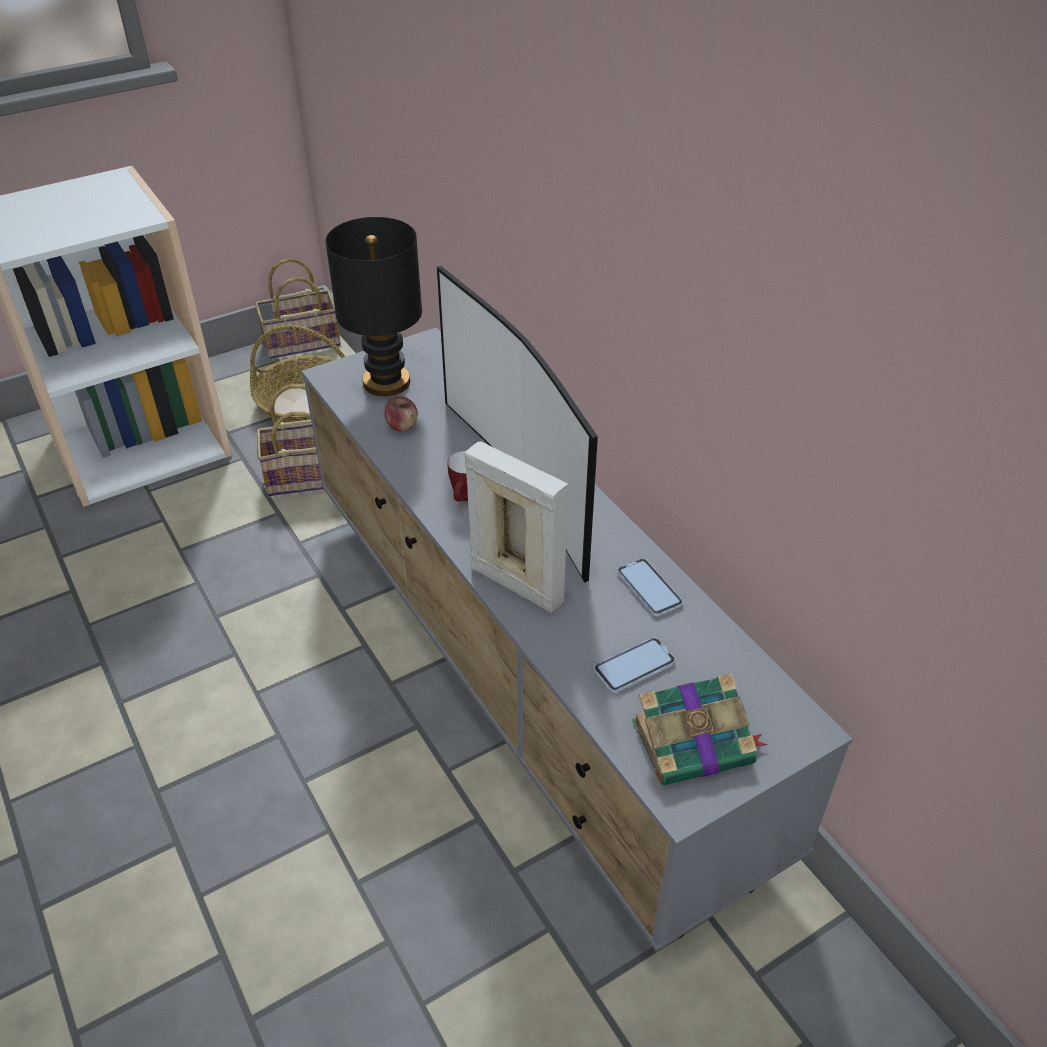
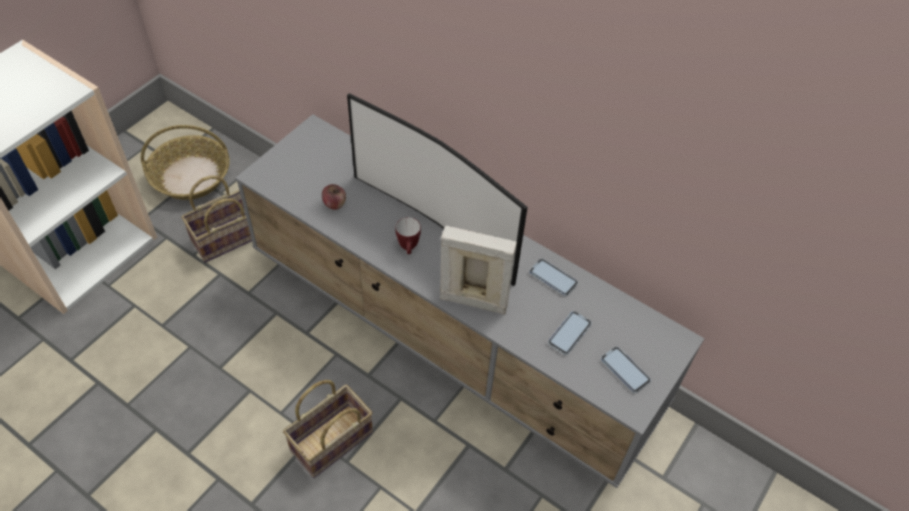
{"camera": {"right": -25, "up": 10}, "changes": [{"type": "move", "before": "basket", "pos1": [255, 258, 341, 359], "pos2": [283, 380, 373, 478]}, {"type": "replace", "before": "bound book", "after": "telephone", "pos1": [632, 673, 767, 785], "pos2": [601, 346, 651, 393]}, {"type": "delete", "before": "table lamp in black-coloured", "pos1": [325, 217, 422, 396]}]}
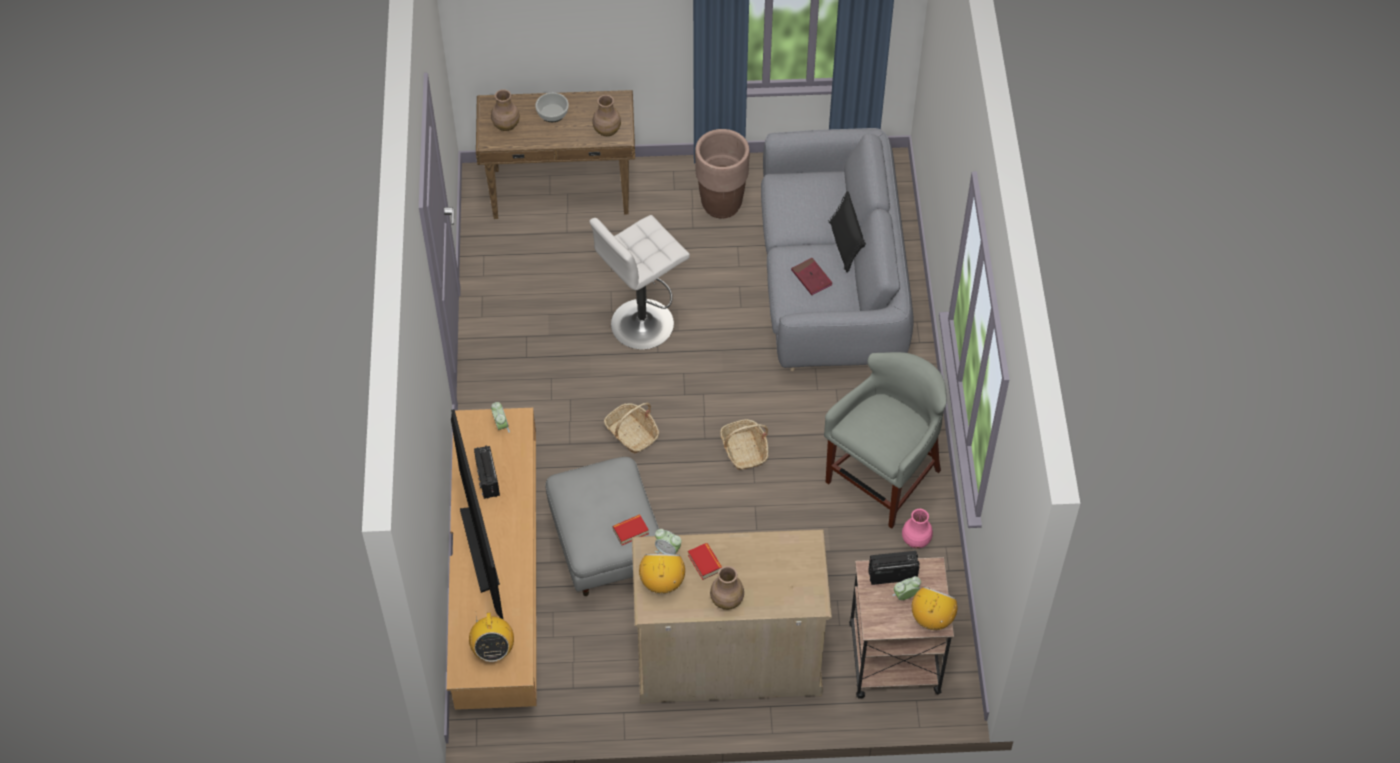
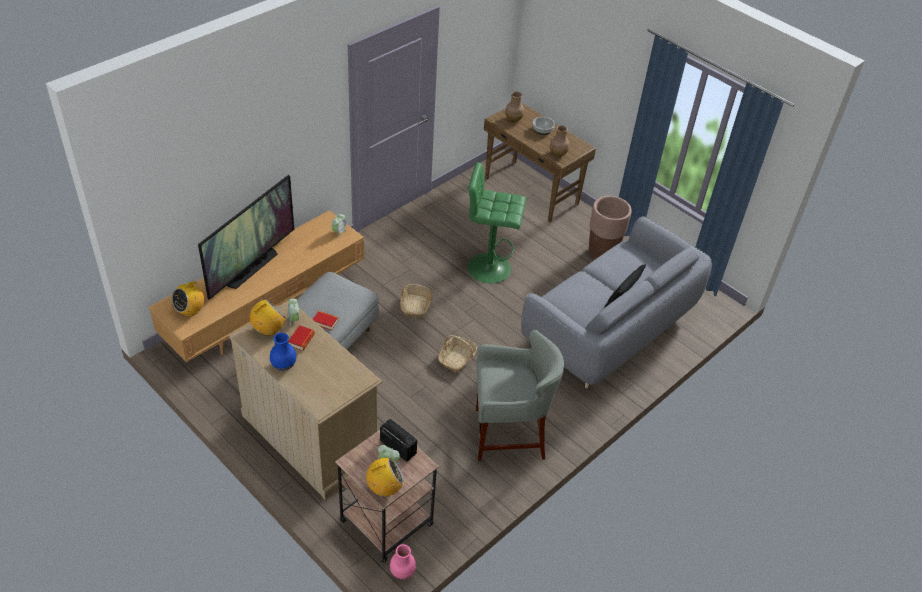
{"camera": {"right": 45, "up": -10}, "changes": [{"type": "recolor", "before": "vase in brownish", "after": "vase in bluish", "pos1": [710, 566, 744, 610], "pos2": [270, 333, 297, 371]}, {"type": "move", "before": "vase in pink-coloured", "pos1": [902, 509, 933, 549], "pos2": [390, 544, 416, 579]}, {"type": "recolor", "before": "sitting stool in white-coloured", "after": "sitting stool in green", "pos1": [589, 215, 690, 349], "pos2": [468, 162, 526, 283]}, {"type": "delete", "before": "radio set", "pos1": [474, 446, 500, 499]}, {"type": "delete", "before": "bound book in red", "pos1": [791, 258, 833, 295]}]}
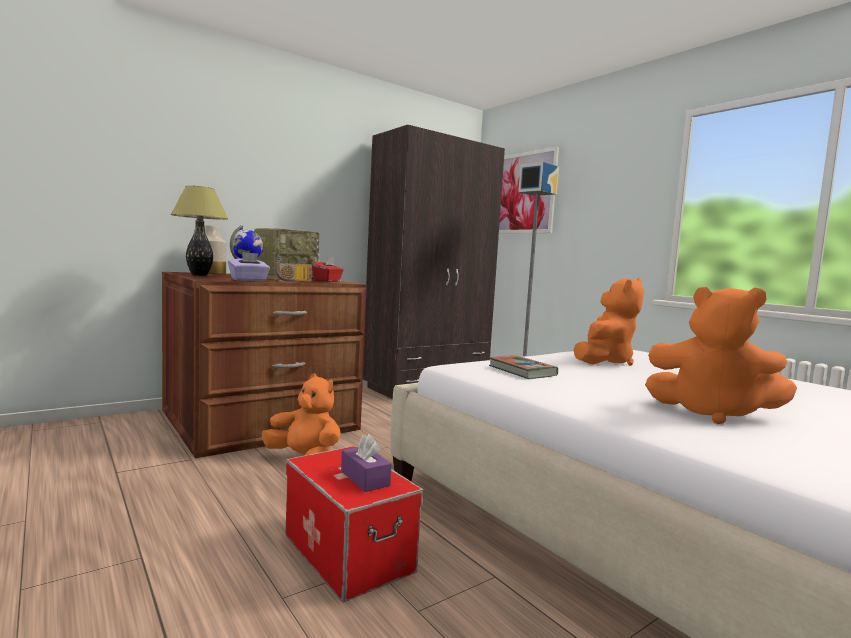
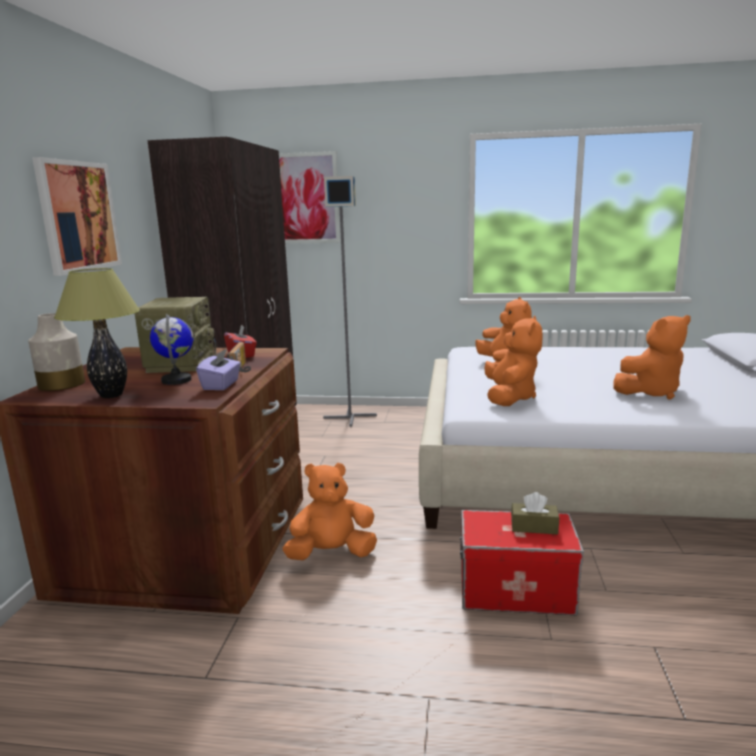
{"camera": {"right": -45, "up": 10}, "changes": [{"type": "insert", "after": "wall art", "pos2": [32, 157, 122, 276]}, {"type": "replace", "before": "bound book", "after": "cuddly toy in orangey", "pos1": [489, 356, 558, 379], "pos2": [484, 316, 543, 406]}, {"type": "recolor", "before": "tissue box in purplish", "after": "tissue box in brownish", "pos1": [341, 434, 391, 492], "pos2": [511, 492, 559, 535]}]}
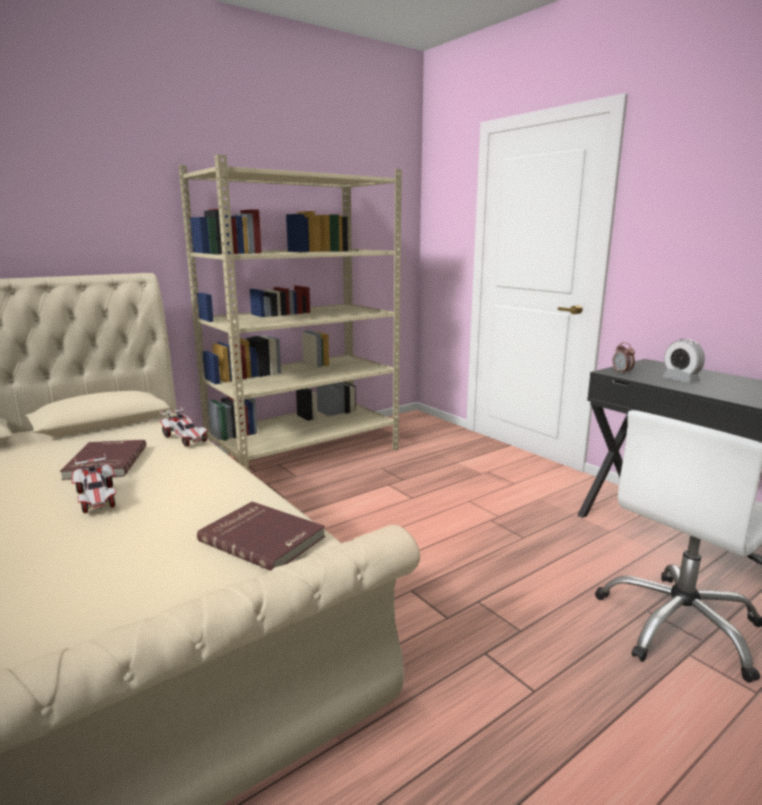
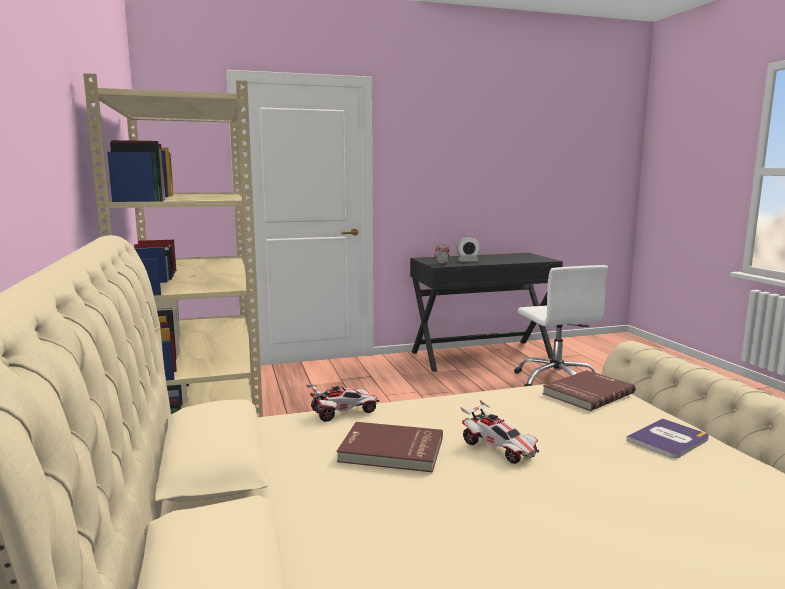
{"camera": {"right": -70, "up": -5}, "changes": [{"type": "rotate", "before": "toy car", "pos1": [72, 453, 116, 513], "pos2": [461, 400, 539, 464], "turn": 60}, {"type": "insert", "after": "bound book", "pos2": [626, 418, 709, 458]}]}
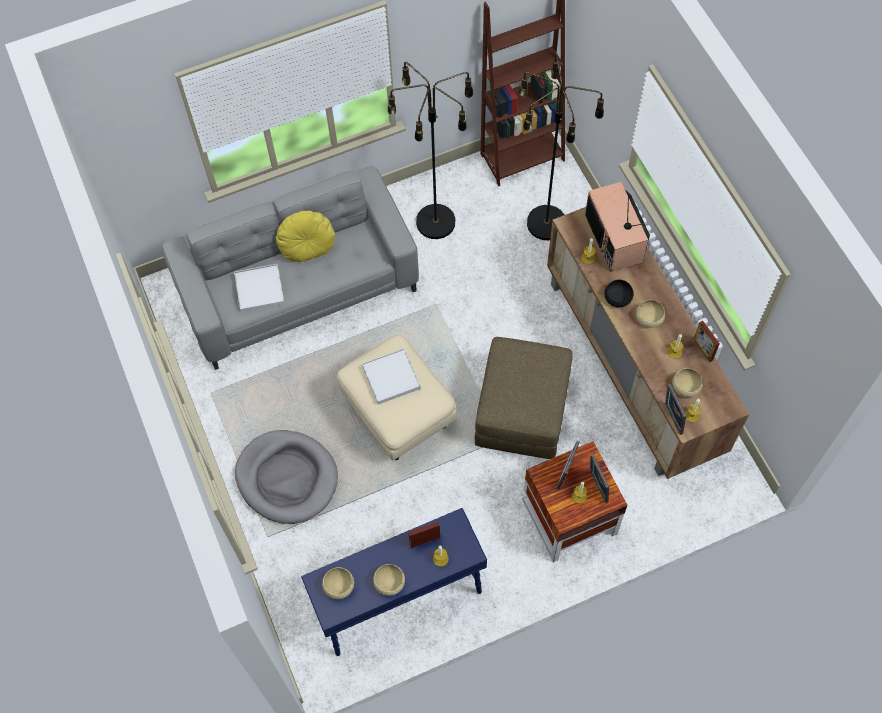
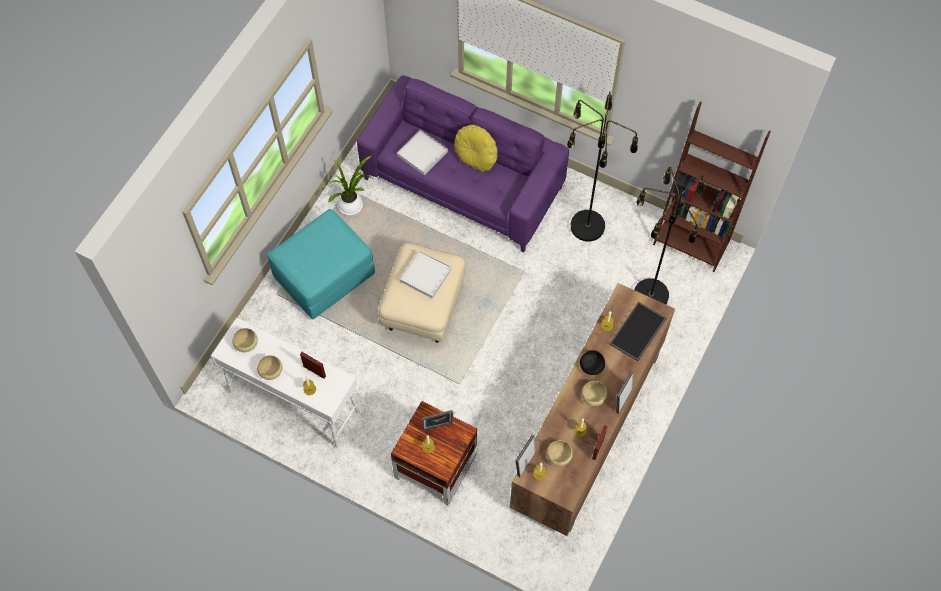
{"camera": {"right": 50, "up": 0}, "changes": [{"type": "recolor", "before": "narrow table in bluish", "after": "narrow table in white-coloured", "pos1": [301, 508, 487, 656], "pos2": [211, 318, 360, 448]}, {"type": "replace", "before": "pet bed in greyish", "after": "footrest in turquoise-coloured", "pos1": [235, 430, 338, 524], "pos2": [268, 209, 375, 319]}, {"type": "insert", "after": "potted plant", "pos2": [328, 156, 372, 215]}, {"type": "recolor", "before": "couch in greyish", "after": "couch in purplish", "pos1": [162, 166, 419, 370], "pos2": [357, 75, 569, 253]}, {"type": "replace", "before": "TV set", "after": "carrying tray", "pos1": [585, 182, 650, 272], "pos2": [609, 302, 667, 361]}, {"type": "move", "before": "photo frame", "pos1": [590, 454, 609, 503], "pos2": [616, 370, 634, 414]}, {"type": "delete", "before": "footrest in brownish", "pos1": [475, 337, 573, 459]}]}
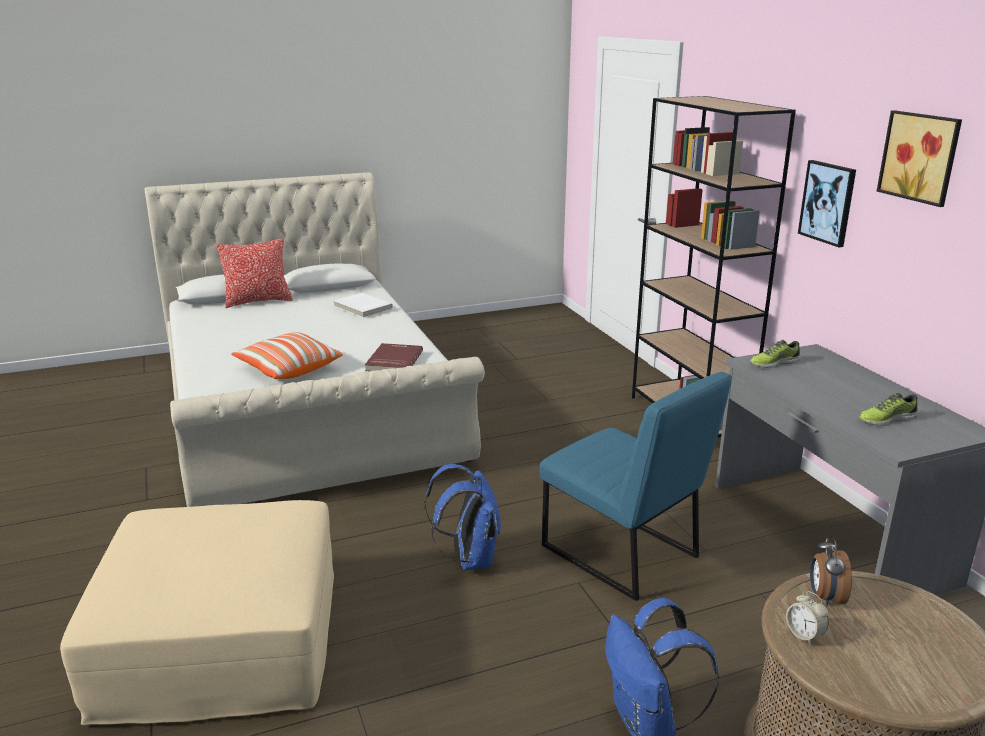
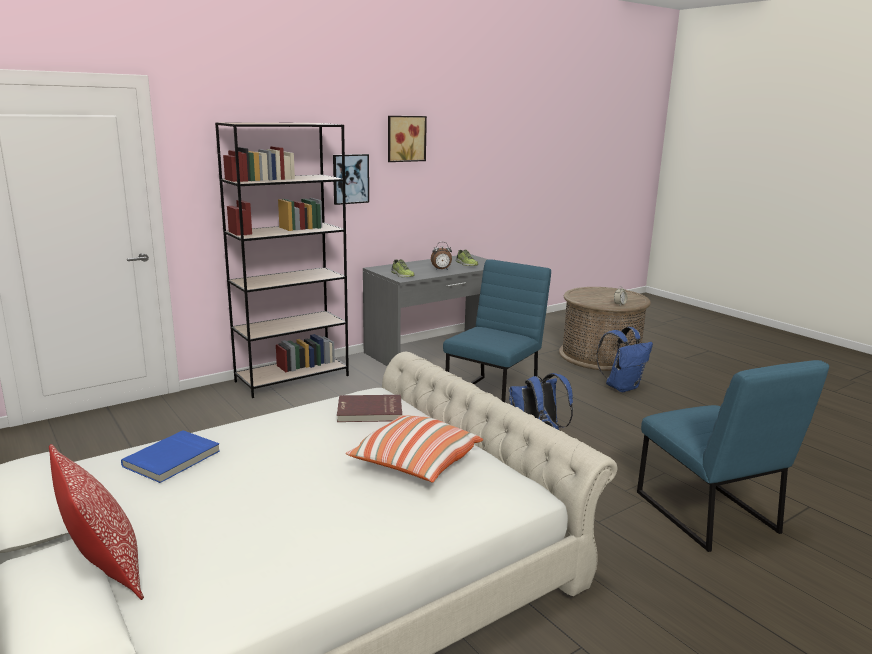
{"camera": {"right": -105, "up": -5}, "changes": [{"type": "recolor", "before": "bound book in white-coloured", "after": "bound book in bluish", "pos1": [333, 293, 393, 318], "pos2": [121, 430, 220, 483]}, {"type": "move", "before": "table clock", "pos1": [810, 536, 852, 606], "pos2": [431, 242, 452, 270]}, {"type": "replace", "before": "footrest in beige-coloured", "after": "upright chair in bluish", "pos1": [60, 500, 334, 725], "pos2": [637, 360, 829, 552]}]}
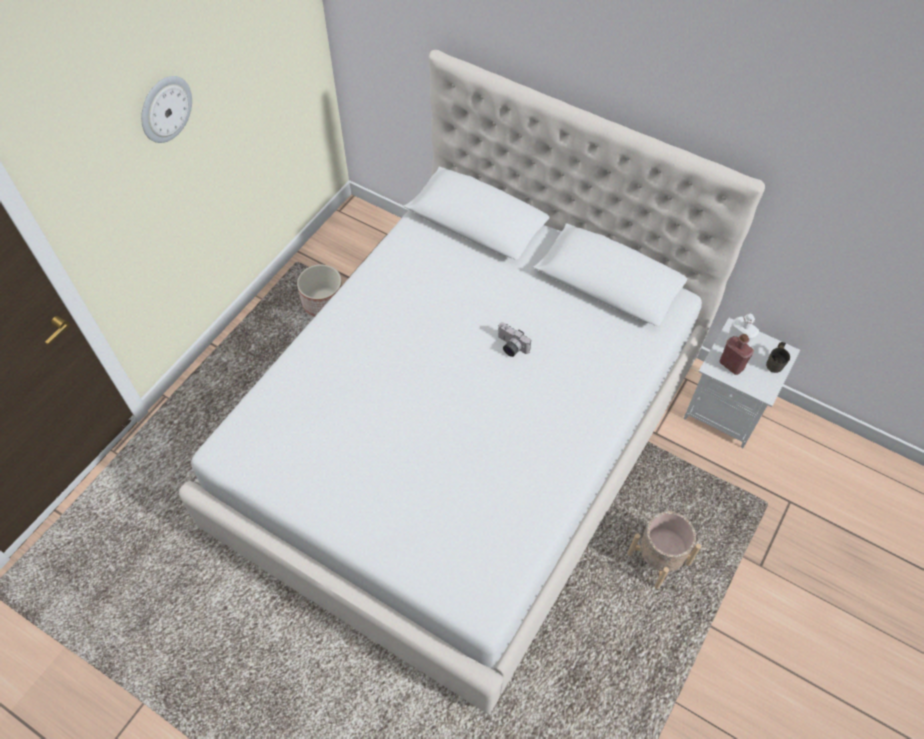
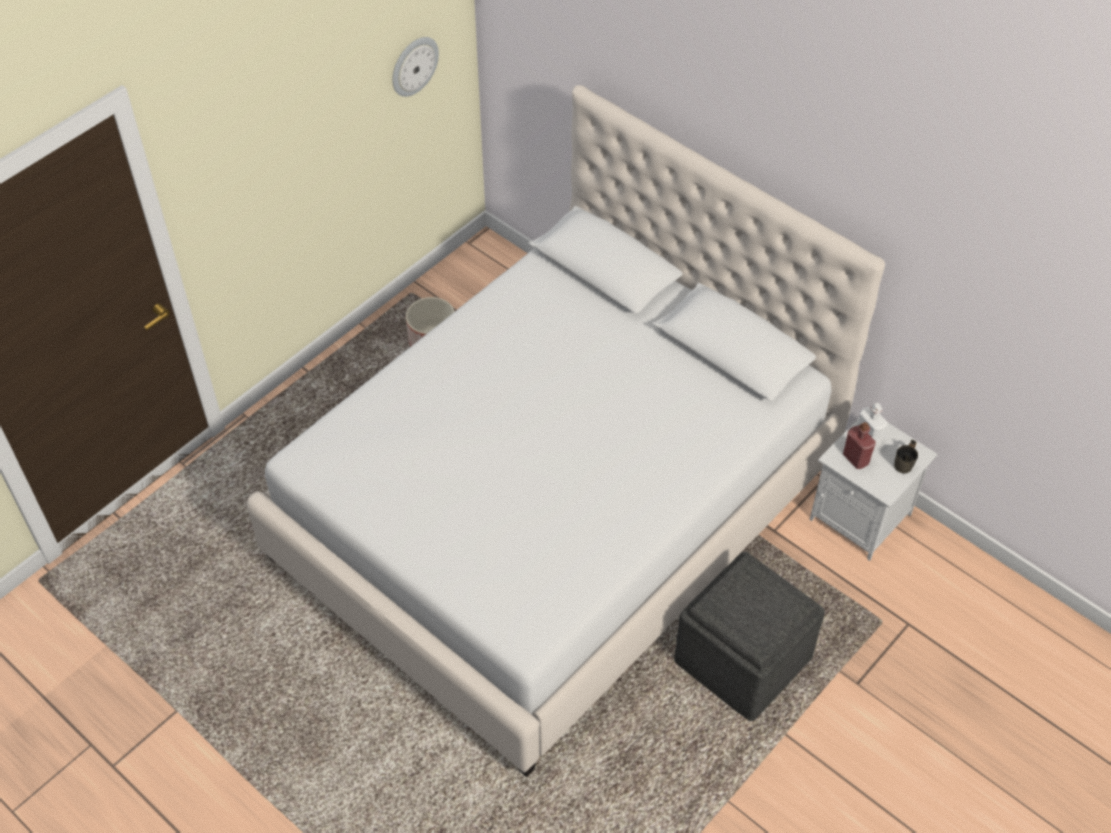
{"camera": {"right": 10, "up": -5}, "changes": [{"type": "move", "before": "wall clock", "pos1": [141, 76, 192, 143], "pos2": [392, 37, 439, 97]}, {"type": "replace", "before": "flower pot in beige-coloured", "after": "footrest in greyish", "pos1": [627, 511, 701, 589], "pos2": [674, 551, 825, 721]}, {"type": "delete", "before": "photo camera", "pos1": [498, 322, 531, 357]}]}
